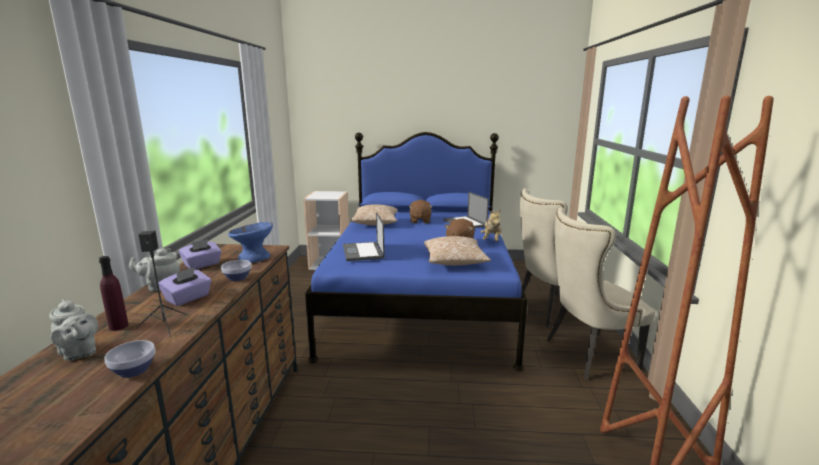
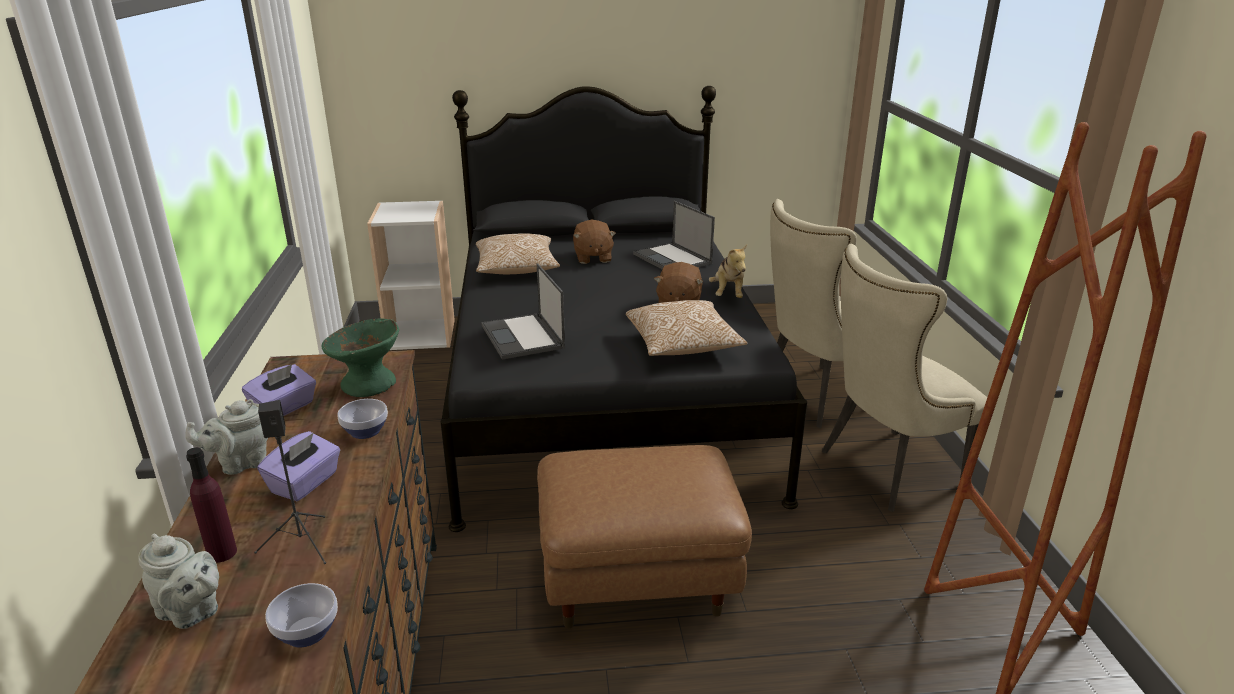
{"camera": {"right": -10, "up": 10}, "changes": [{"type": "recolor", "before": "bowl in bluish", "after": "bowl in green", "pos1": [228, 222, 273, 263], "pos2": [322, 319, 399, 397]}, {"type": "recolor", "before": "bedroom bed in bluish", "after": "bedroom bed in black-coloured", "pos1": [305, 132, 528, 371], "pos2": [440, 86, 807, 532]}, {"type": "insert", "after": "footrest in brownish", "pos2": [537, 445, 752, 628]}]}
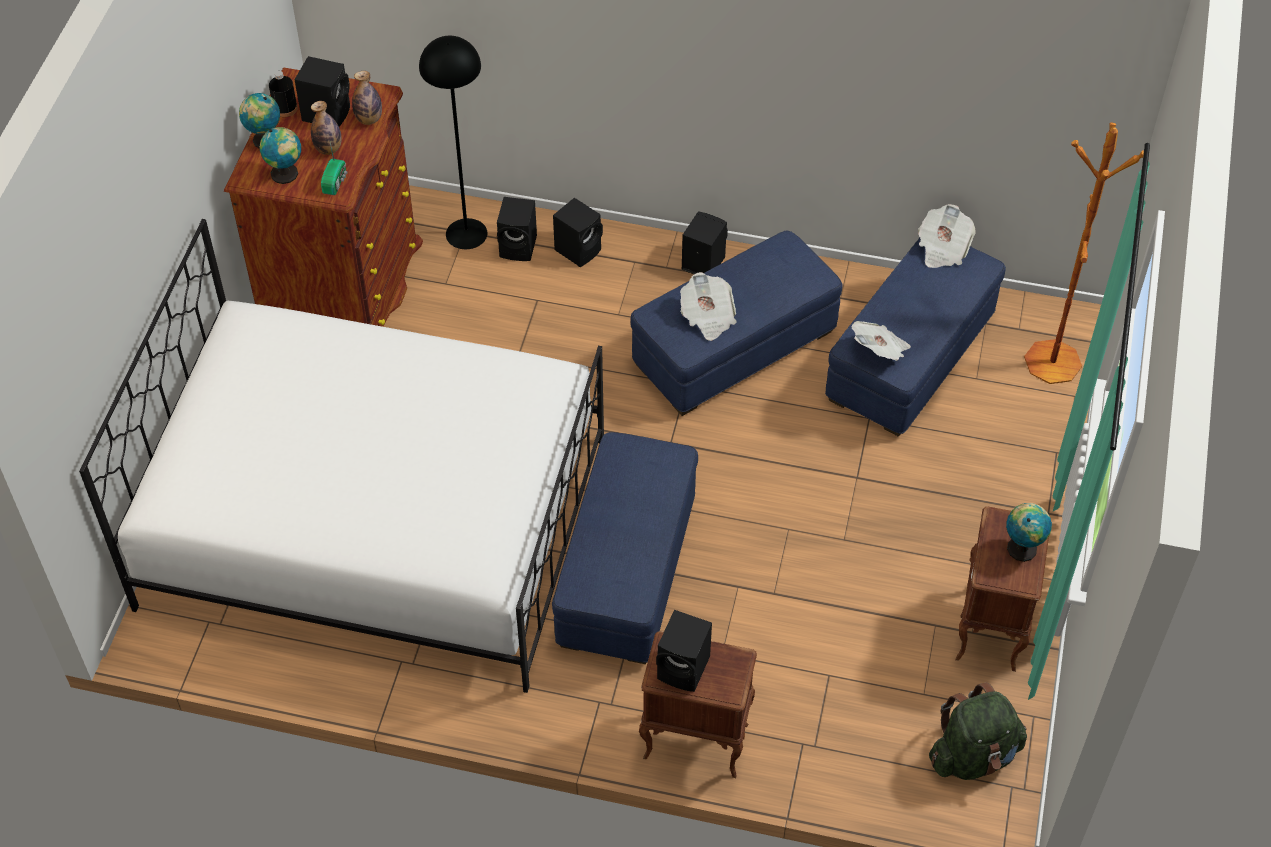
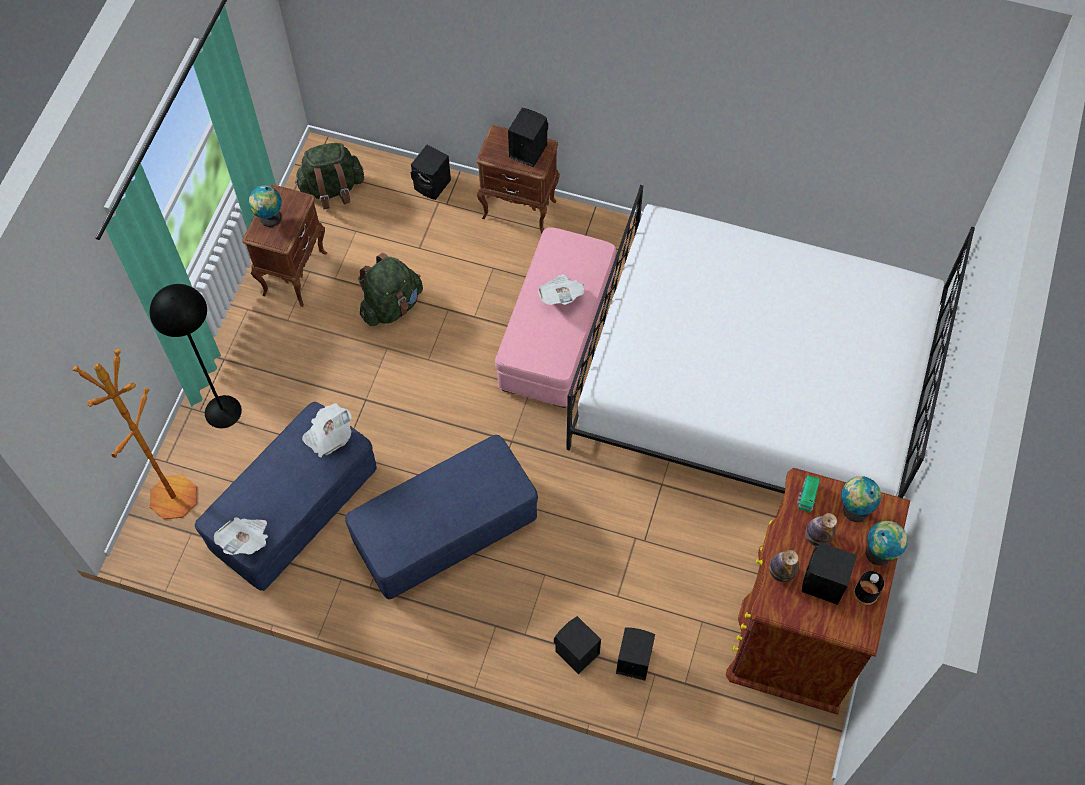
{"camera": {"right": -175, "up": 10}, "changes": [{"type": "move", "before": "standard lamp in black-coloured", "pos1": [419, 36, 487, 249], "pos2": [150, 284, 242, 428]}, {"type": "insert", "after": "backpack in green", "pos2": [358, 253, 423, 326]}, {"type": "move", "before": "audio speaker in black-coloured", "pos1": [682, 211, 728, 274], "pos2": [411, 145, 451, 200]}, {"type": "recolor", "before": "footrest in bluish", "after": "footrest in pink-coloured", "pos1": [552, 432, 698, 664], "pos2": [495, 227, 616, 408]}, {"type": "move", "before": "newspaper", "pos1": [680, 272, 737, 341], "pos2": [538, 274, 584, 305]}]}
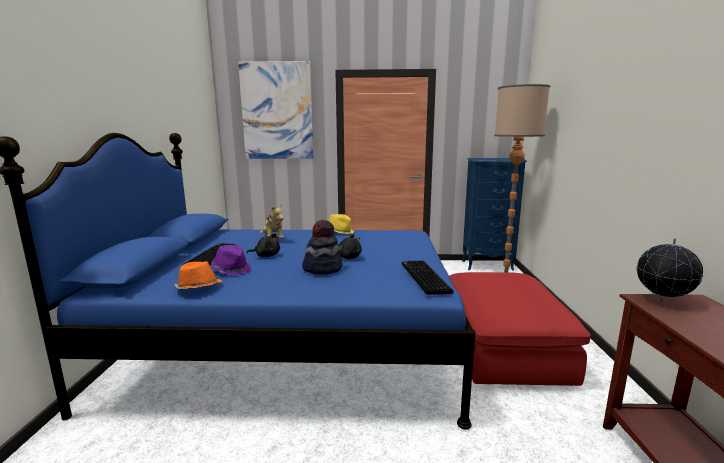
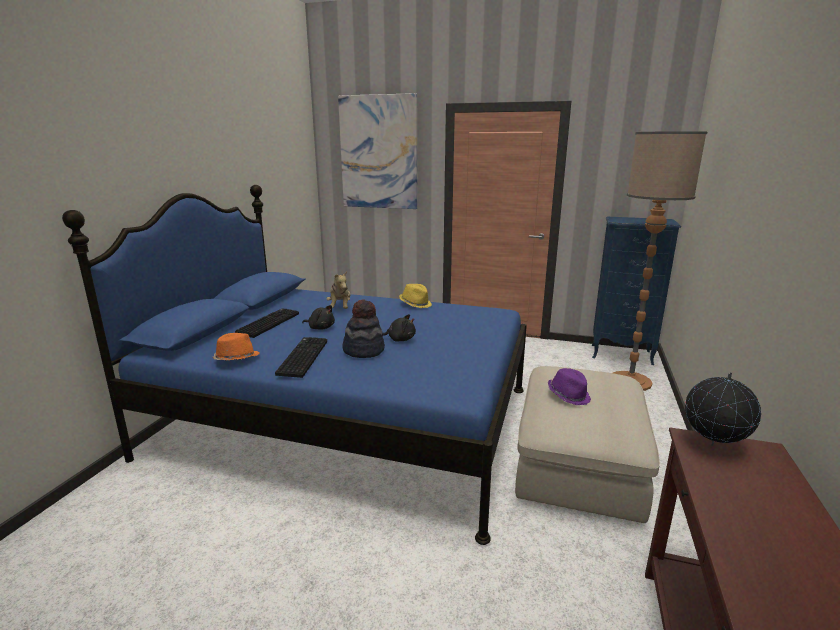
{"camera": {"right": 15, "up": 5}, "changes": [{"type": "move", "before": "computer keyboard", "pos1": [402, 261, 454, 295], "pos2": [275, 337, 327, 378]}, {"type": "recolor", "before": "footrest in red", "after": "footrest in beige-coloured", "pos1": [449, 272, 591, 386], "pos2": [515, 366, 660, 523]}, {"type": "move", "before": "wearable hat in purplish", "pos1": [211, 245, 251, 275], "pos2": [548, 368, 591, 405]}]}
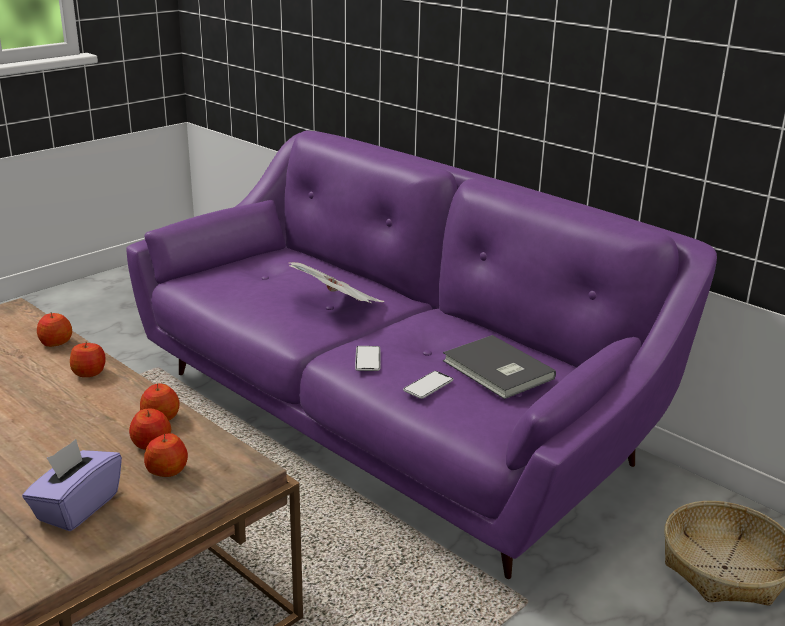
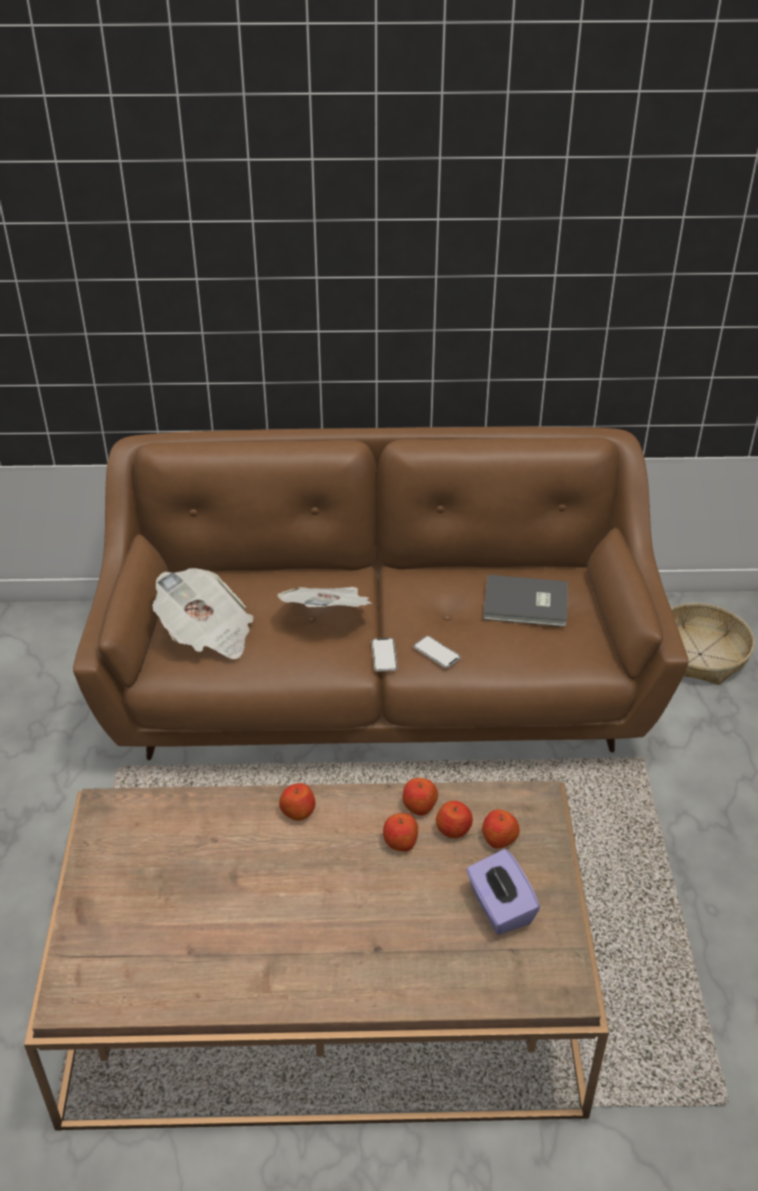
{"camera": {"right": -45, "up": 15}, "changes": [{"type": "recolor", "before": "couch in purplish", "after": "couch in brownish", "pos1": [126, 130, 717, 579], "pos2": [73, 427, 689, 760]}, {"type": "insert", "after": "newspaper", "pos2": [152, 568, 254, 659]}, {"type": "move", "before": "telephone", "pos1": [403, 371, 453, 399], "pos2": [371, 638, 398, 671]}, {"type": "move", "before": "apple fruit", "pos1": [37, 312, 72, 347], "pos2": [383, 813, 418, 852]}]}
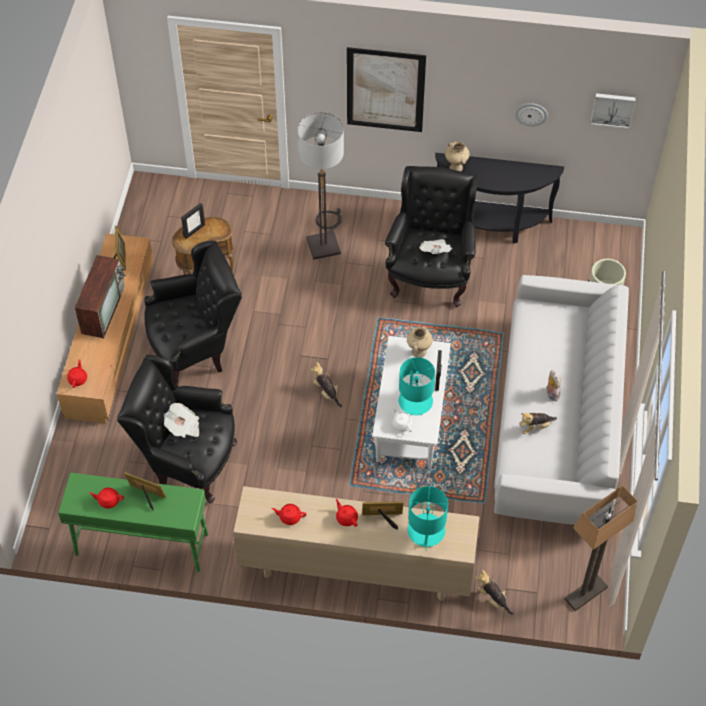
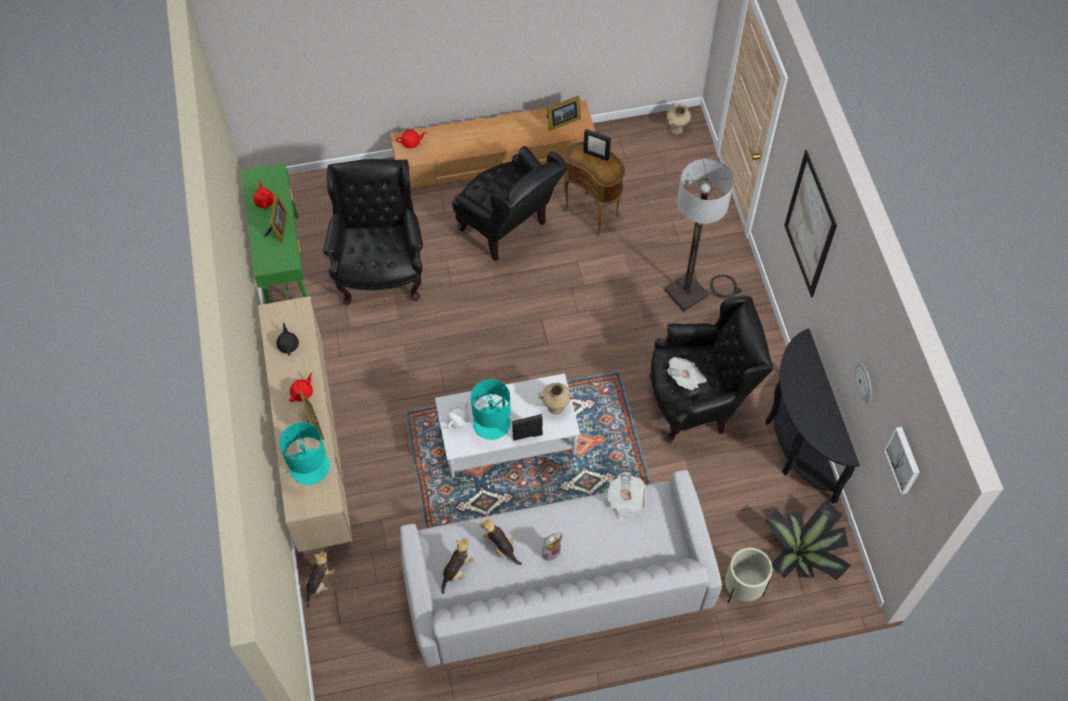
{"camera": {"right": 70, "up": 5}, "changes": [{"type": "recolor", "before": "teapot in red", "after": "teapot in black-coloured", "pos1": [271, 504, 306, 525], "pos2": [277, 323, 299, 355]}, {"type": "move", "before": "cuddly toy", "pos1": [310, 362, 342, 407], "pos2": [442, 538, 474, 594]}, {"type": "move", "before": "newspaper", "pos1": [164, 403, 199, 438], "pos2": [607, 472, 646, 522]}, {"type": "move", "before": "vase in beige-coloured", "pos1": [445, 141, 470, 171], "pos2": [666, 104, 691, 134]}, {"type": "insert", "after": "potted plant", "pos2": [764, 500, 851, 580]}, {"type": "delete", "before": "TV set", "pos1": [75, 255, 126, 338]}, {"type": "delete", "before": "standard lamp", "pos1": [564, 485, 637, 611]}]}
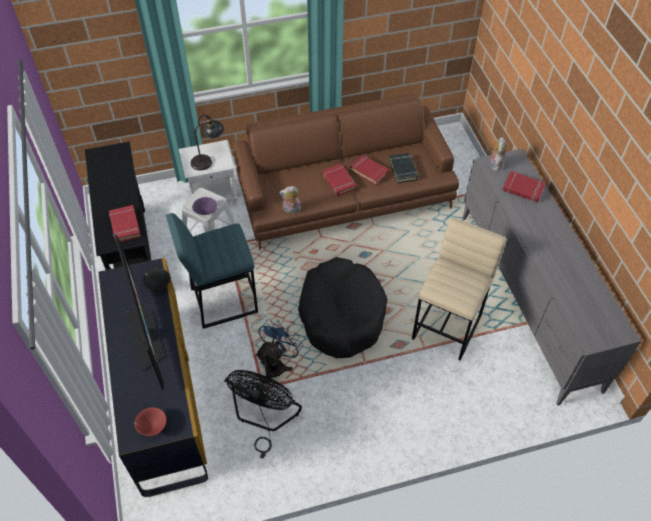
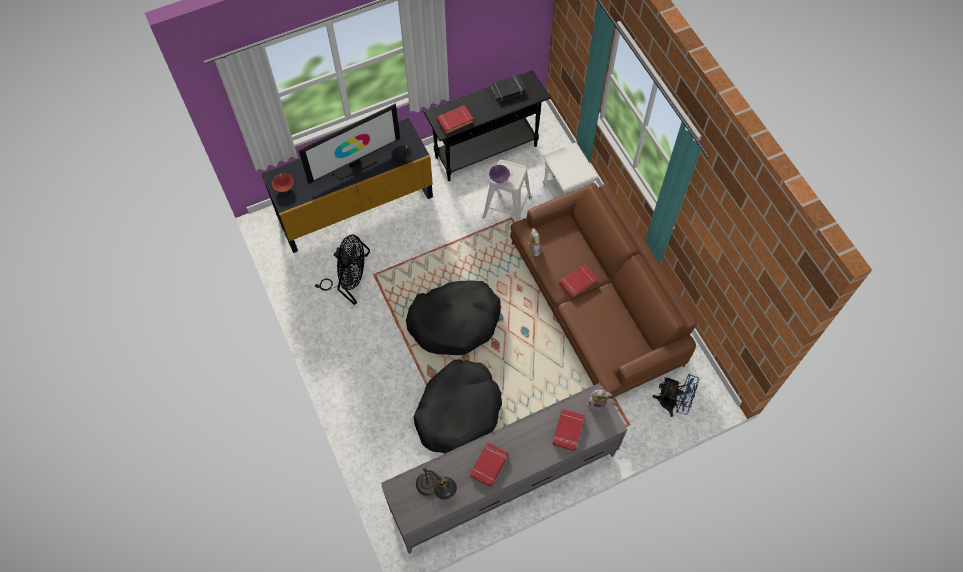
{"camera": {"right": 80, "up": 10}, "changes": [{"type": "replace", "before": "sitting stool in beige-coloured", "after": "pet bed in black-coloured", "pos1": [412, 218, 507, 361], "pos2": [413, 359, 502, 454]}, {"type": "move", "before": "table lamp in greyish", "pos1": [191, 114, 224, 171], "pos2": [416, 467, 457, 500]}, {"type": "move", "before": "bound book in red", "pos1": [350, 155, 388, 185], "pos2": [470, 442, 508, 487]}, {"type": "move", "before": "bound book in black-coloured", "pos1": [389, 153, 418, 183], "pos2": [490, 75, 526, 102]}, {"type": "move", "before": "electric fan in bluish", "pos1": [255, 319, 303, 378], "pos2": [652, 373, 699, 417]}, {"type": "delete", "before": "sitting stool in turquoise-coloured", "pos1": [166, 213, 258, 329]}]}
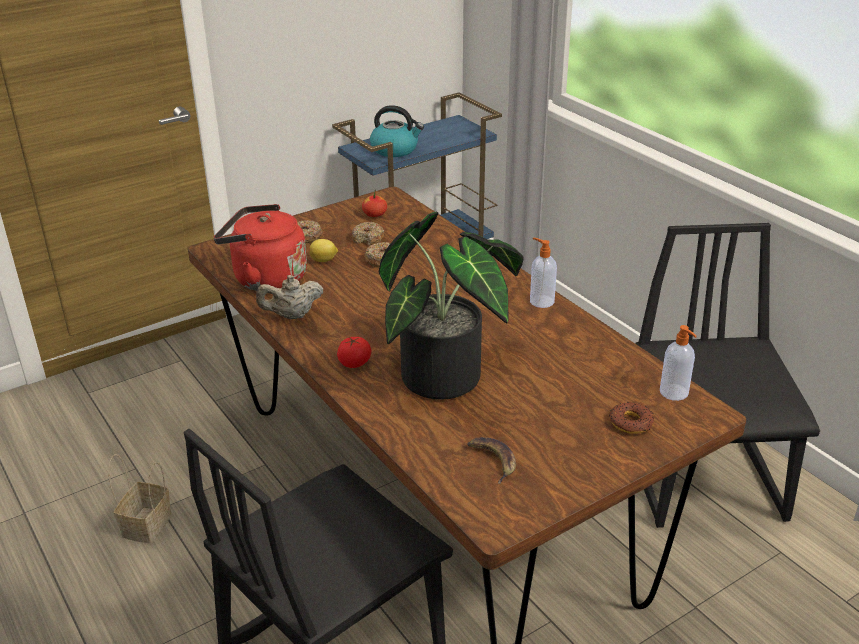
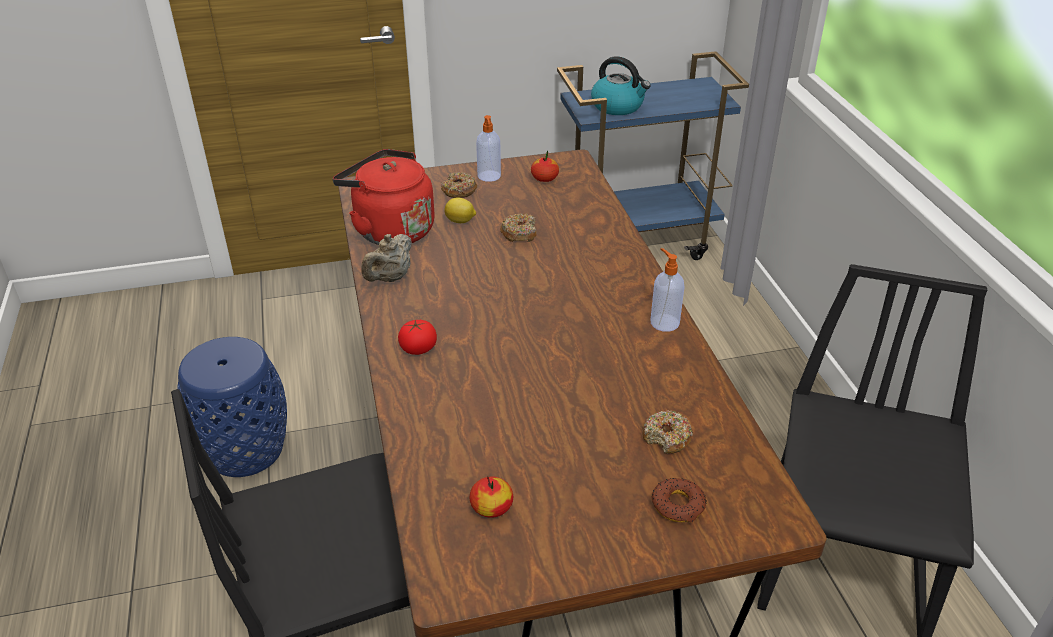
{"camera": {"right": 20, "up": 5}, "changes": [{"type": "replace", "before": "basket", "after": "sitting stool in bluish", "pos1": [108, 454, 172, 543], "pos2": [177, 337, 287, 477]}, {"type": "rotate", "before": "teapot in beige-coloured", "pos1": [256, 275, 323, 319], "pos2": [362, 234, 412, 282], "turn": -60}, {"type": "replace", "before": "whole banana", "after": "apple fruit", "pos1": [467, 437, 516, 484], "pos2": [469, 476, 513, 518]}, {"type": "move", "before": "soap bottle", "pos1": [660, 325, 697, 401], "pos2": [476, 115, 501, 182]}, {"type": "move", "before": "ring doughnut", "pos1": [352, 222, 384, 246], "pos2": [643, 410, 693, 454]}, {"type": "delete", "before": "potted plant", "pos1": [379, 211, 524, 400]}]}
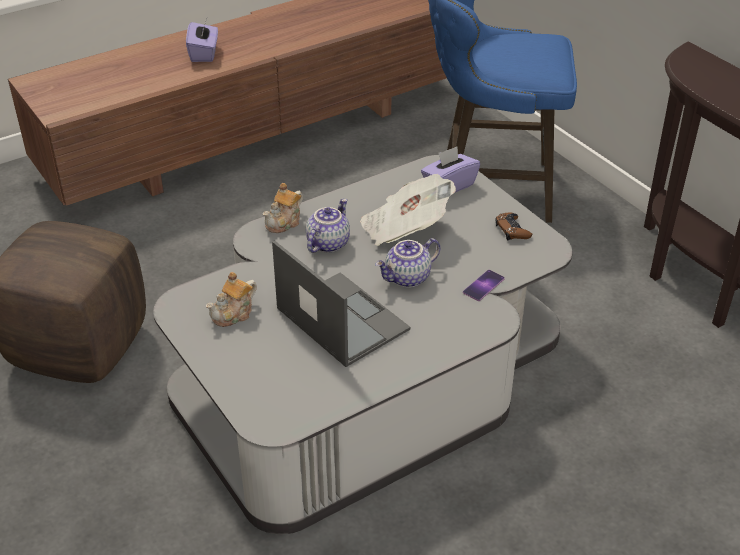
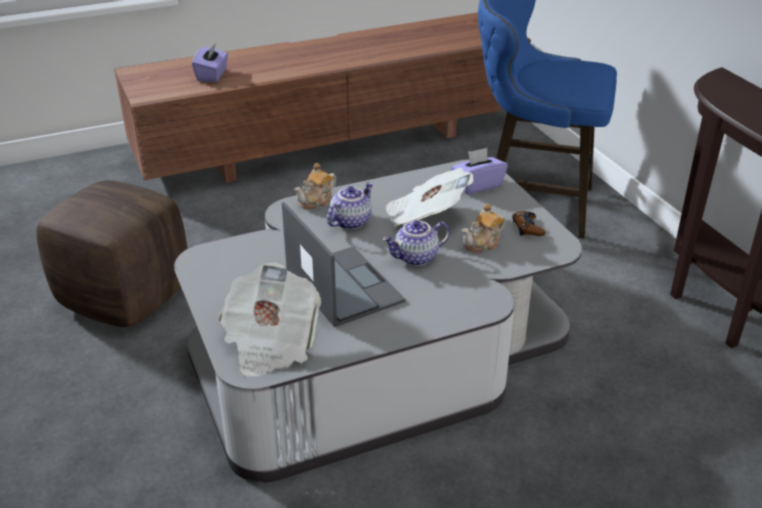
{"camera": {"right": 10, "up": -5}, "changes": [{"type": "move", "before": "tissue box in purplish", "pos1": [186, 19, 218, 62], "pos2": [192, 42, 228, 82]}, {"type": "insert", "after": "newspaper", "pos2": [219, 263, 321, 377]}, {"type": "move", "before": "teapot", "pos1": [206, 272, 257, 327], "pos2": [462, 204, 506, 253]}, {"type": "delete", "before": "telephone", "pos1": [463, 270, 505, 301]}]}
